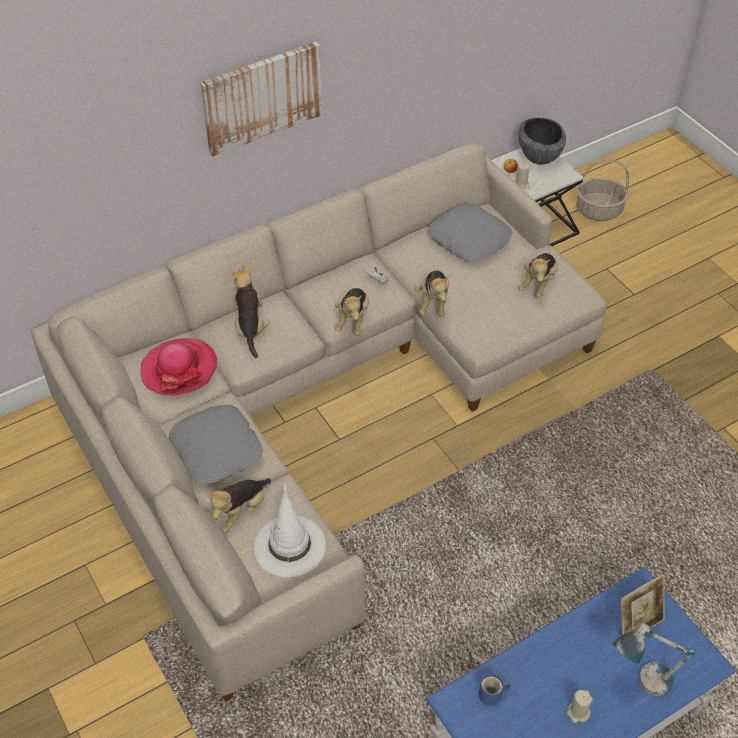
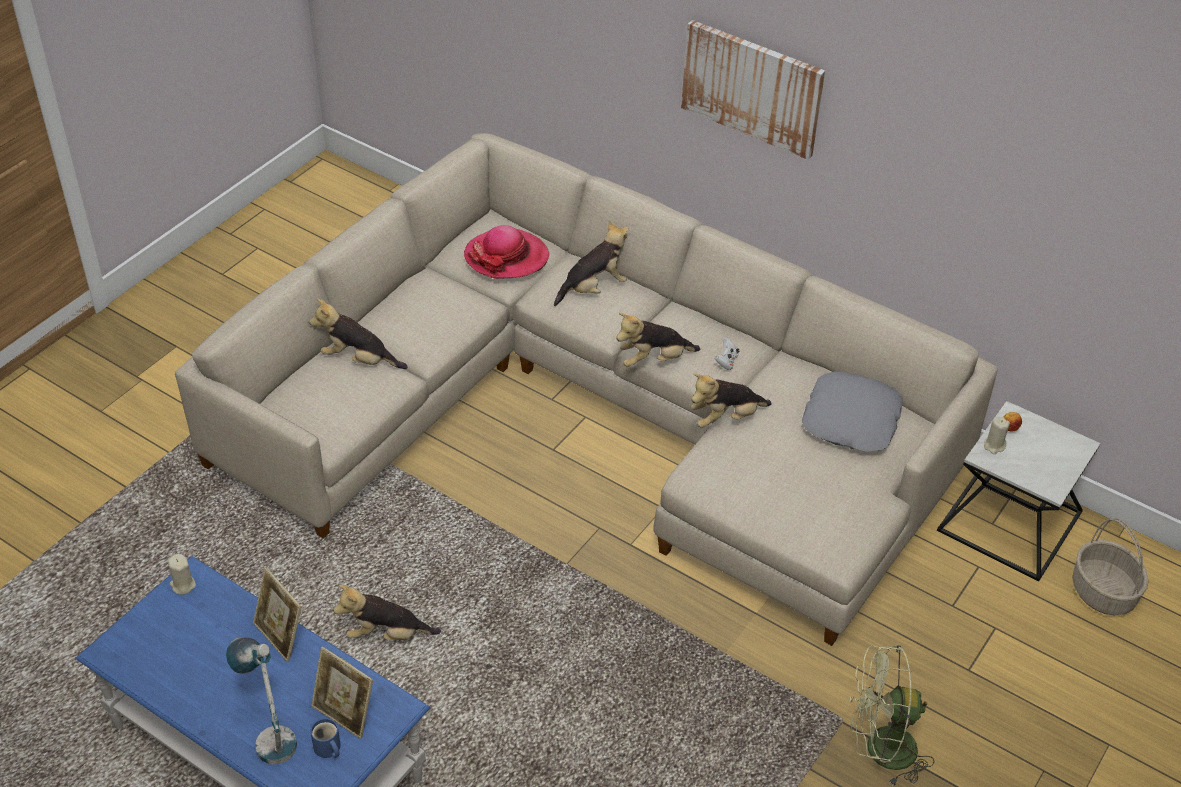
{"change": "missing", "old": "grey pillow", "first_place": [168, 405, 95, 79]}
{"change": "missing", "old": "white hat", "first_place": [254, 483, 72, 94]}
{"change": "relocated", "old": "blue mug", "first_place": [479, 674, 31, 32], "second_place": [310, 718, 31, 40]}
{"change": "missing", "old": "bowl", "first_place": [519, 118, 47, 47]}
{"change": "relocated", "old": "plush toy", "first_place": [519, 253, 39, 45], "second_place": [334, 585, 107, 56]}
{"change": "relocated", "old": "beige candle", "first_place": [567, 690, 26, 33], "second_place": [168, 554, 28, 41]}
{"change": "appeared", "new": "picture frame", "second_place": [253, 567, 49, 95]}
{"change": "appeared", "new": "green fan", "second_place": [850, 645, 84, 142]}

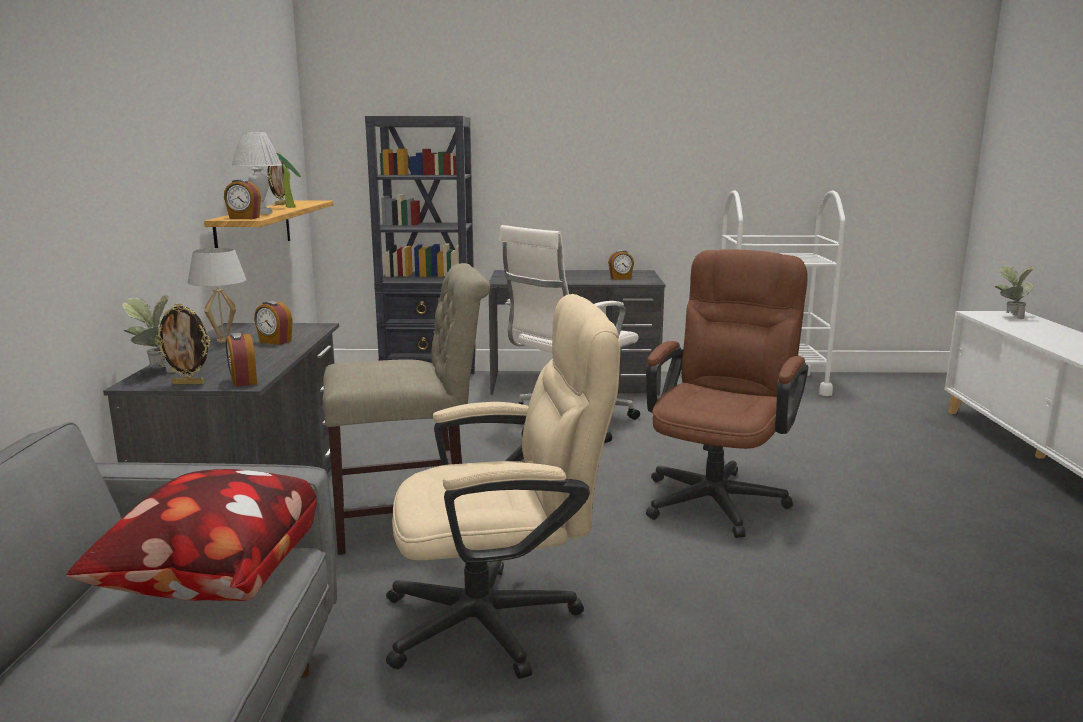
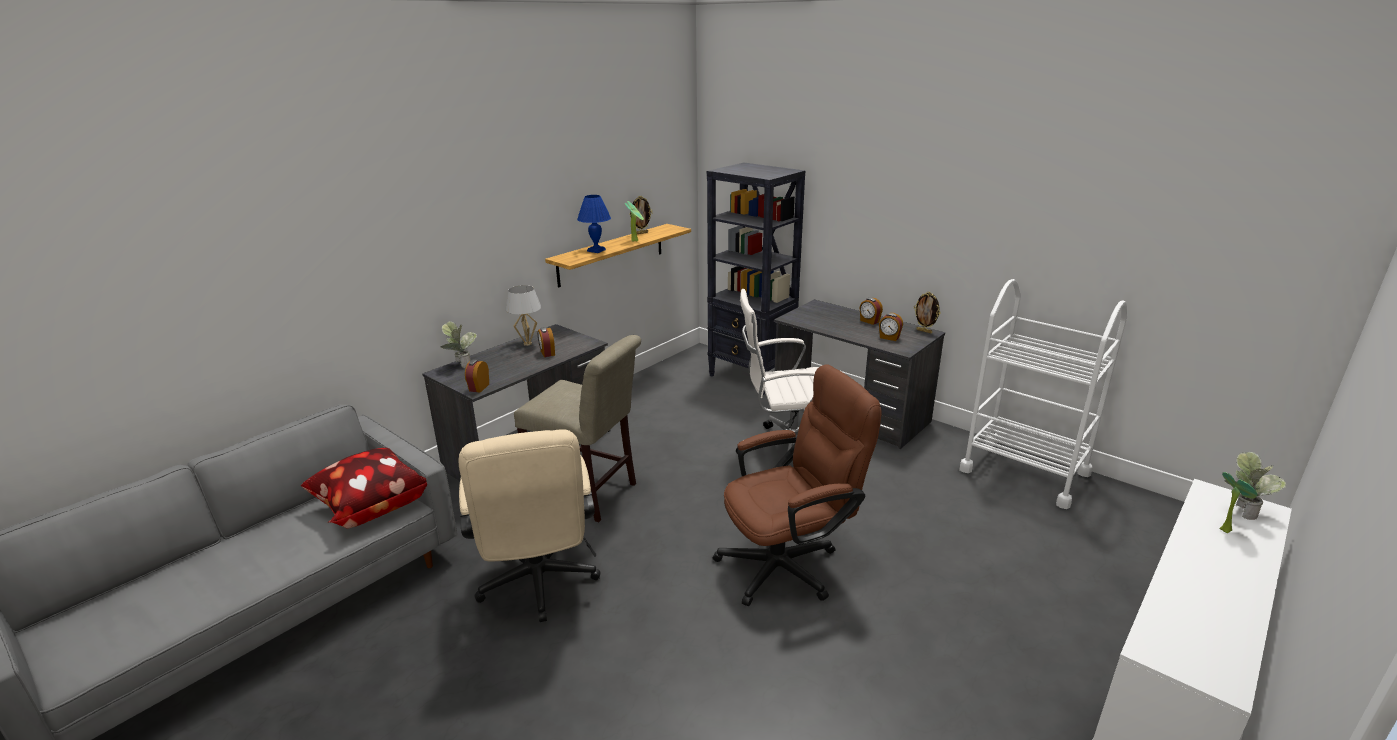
{"change": "relocated", "old": "picture frame", "first_place": [155, 303, 55, 81], "second_place": [914, 292, 26, 41]}
{"change": "relocated", "old": "alarm clock", "first_place": [224, 179, 37, 40], "second_place": [859, 298, 24, 27]}
{"change": "colour", "old": "white table lamp", "new": "blue table lamp", "first_place": [231, 132, 51, 82], "second_place": [577, 195, 34, 58]}
{"change": "spun", "old": "beige office chair", "first_place": [386, 294, 234, 385], "second_place": [459, 429, 142, 193], "degrees": 45}
{"change": "appeared", "new": "potted plant", "second_place": [1219, 472, 39, 61]}

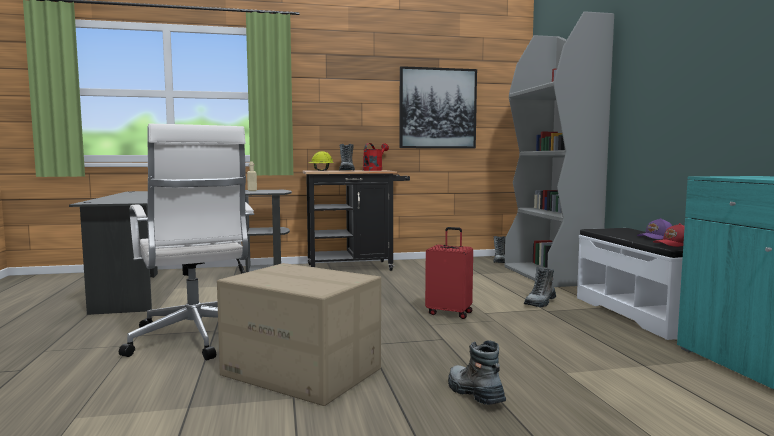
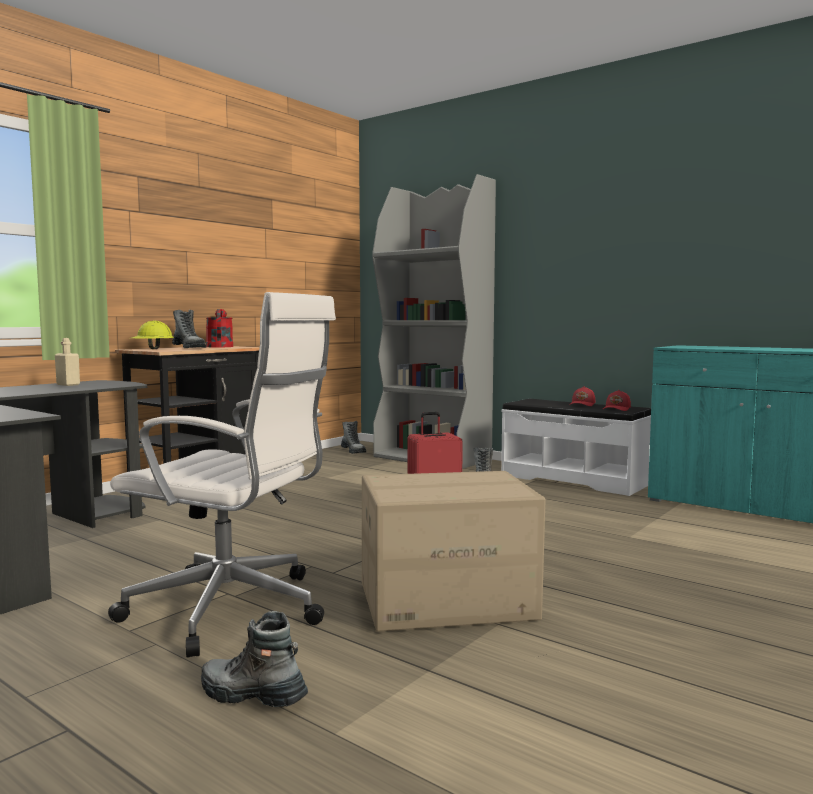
{"change": "missing", "old": "picture", "first_place": [399, 66, 78, 83]}
{"change": "relocated", "old": "boot", "first_place": [448, 340, 58, 65], "second_place": [201, 611, 107, 96]}
{"change": "colour", "old": "purple cap", "new": "red cap", "first_place": [637, 218, 35, 21], "second_place": [569, 386, 26, 20]}

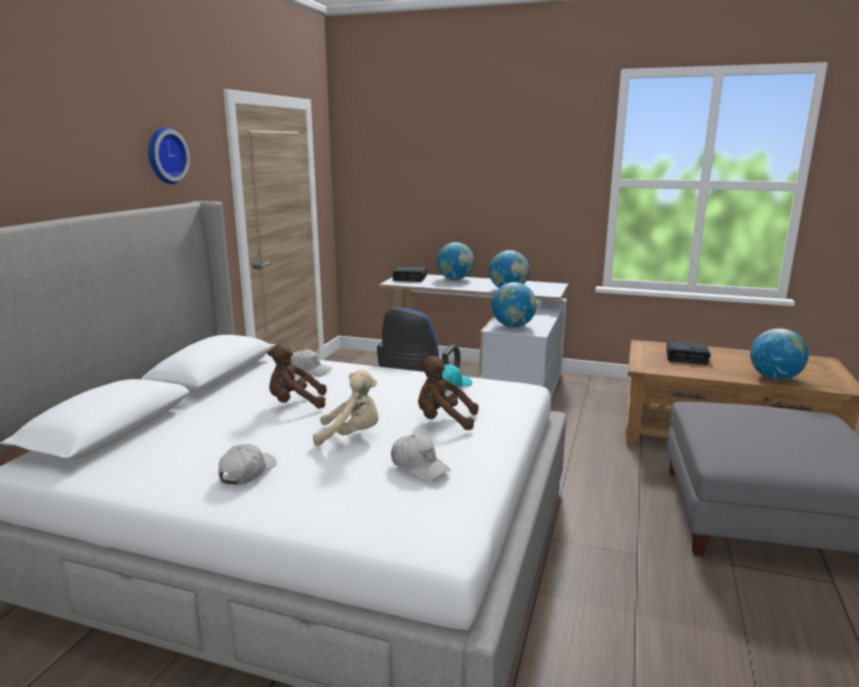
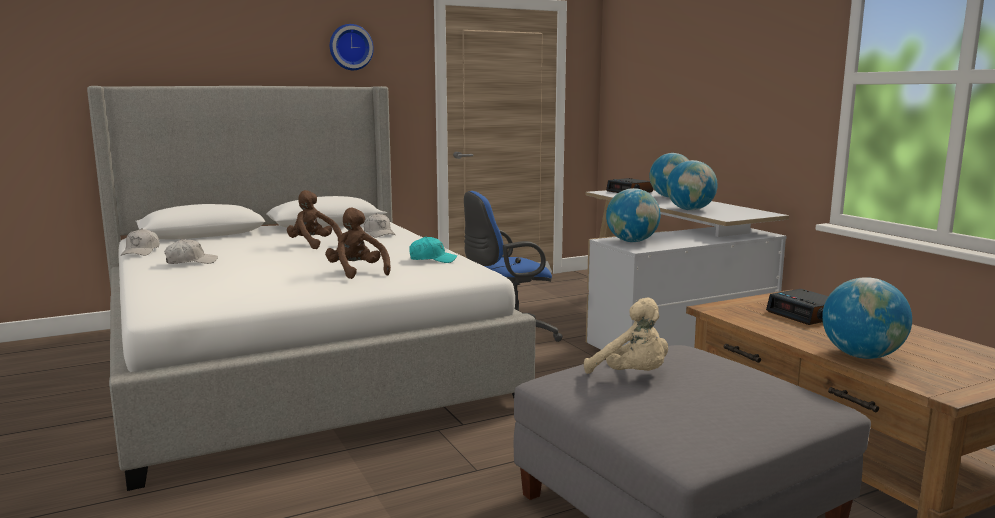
{"change": "relocated", "old": "beige plush toy", "first_place": [313, 369, 66, 77], "second_place": [584, 298, 84, 76]}
{"change": "relocated", "old": "white cap", "first_place": [391, 435, 59, 46], "second_place": [121, 229, 38, 27]}

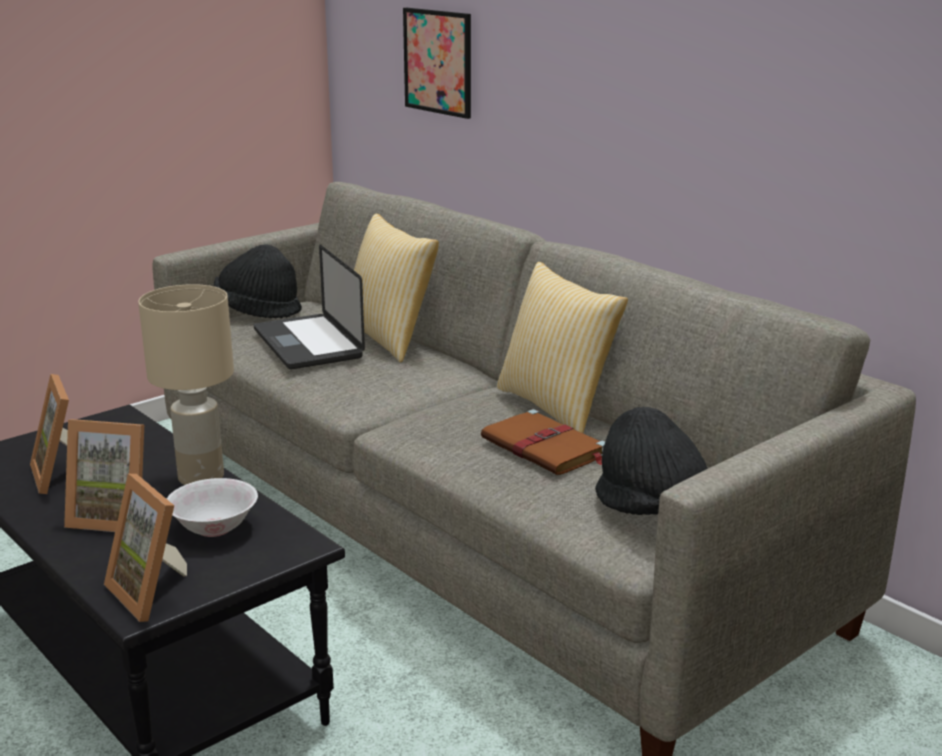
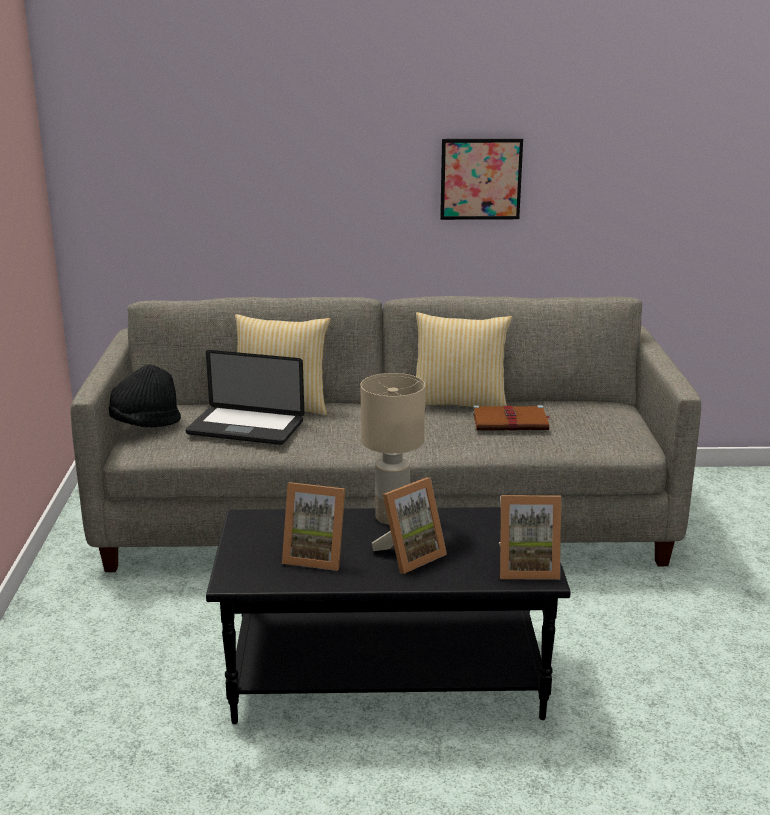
{"change": "missing", "old": "white bowl", "first_place": [167, 478, 91, 59]}
{"change": "relocated", "old": "picture", "first_place": [403, 8, 68, 111], "second_place": [440, 139, 83, 81]}
{"change": "missing", "old": "black hat", "first_place": [595, 407, 113, 108]}

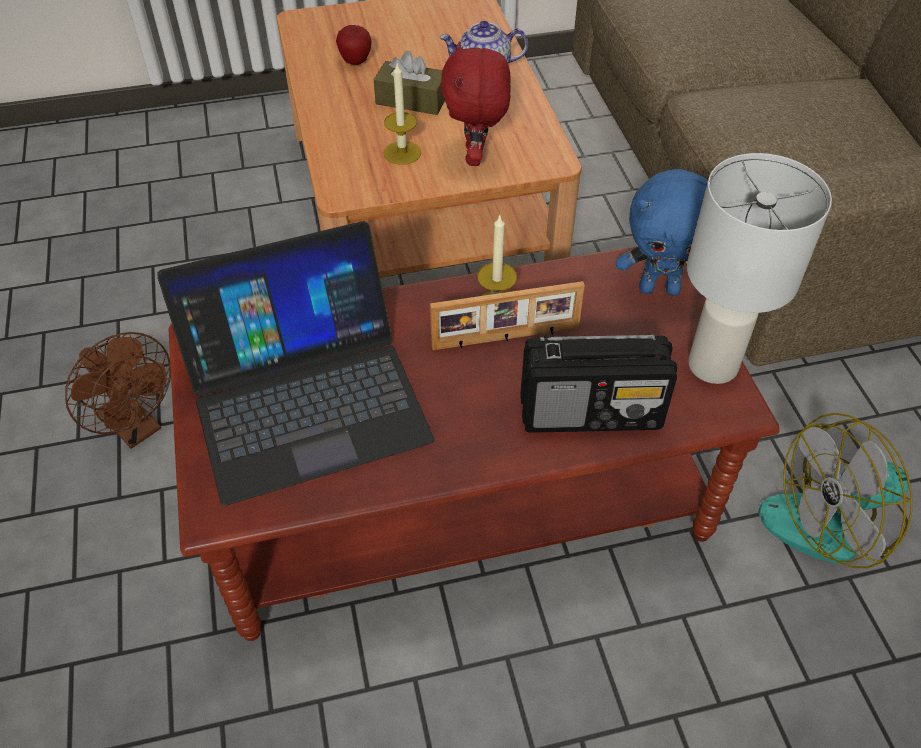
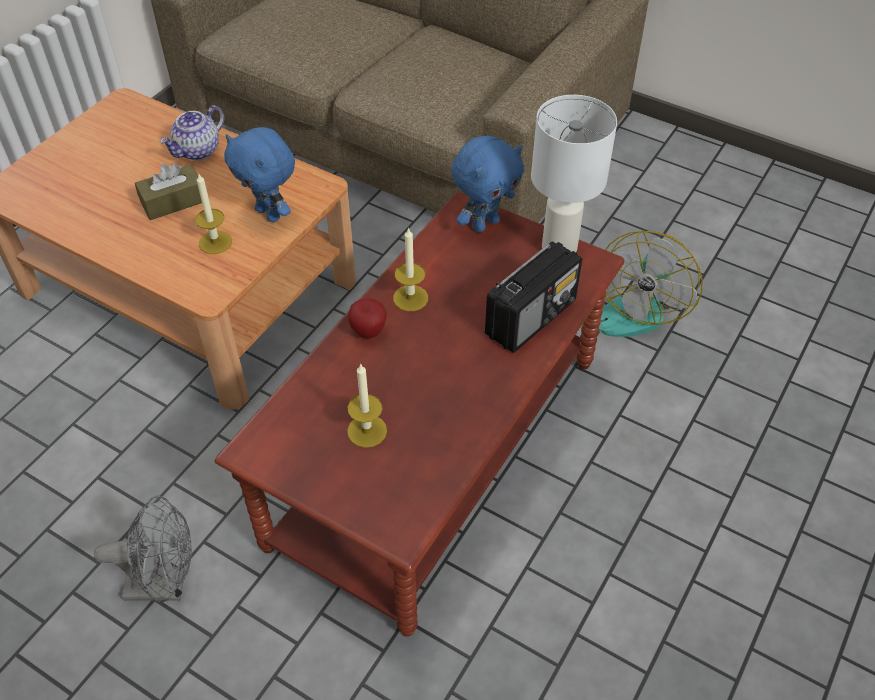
{"change": "colour", "old": "brown fan", "new": "grey fan", "first_place": [65, 332, 106, 117], "second_place": [94, 495, 98, 107]}
{"change": "exchanged", "old": "laptop", "new": "candle", "first_place": [157, 221, 277, 285], "second_place": [347, 363, 40, 85]}
{"change": "relocated", "old": "apple", "first_place": [336, 25, 35, 40], "second_place": [347, 298, 40, 40]}
{"change": "missing", "old": "picture frame", "first_place": [430, 281, 155, 69]}
{"change": "colour", "old": "red plush toy", "new": "blue plush toy", "first_place": [441, 41, 70, 125], "second_place": [224, 127, 71, 95]}

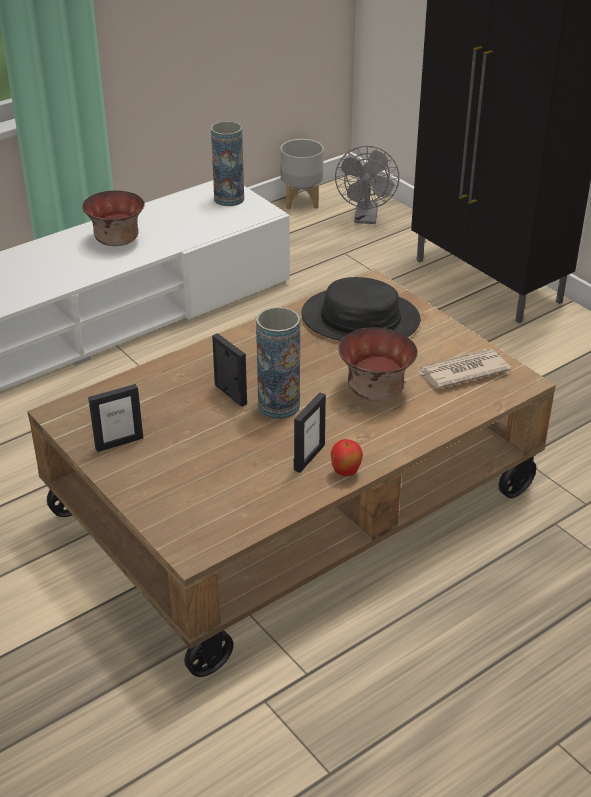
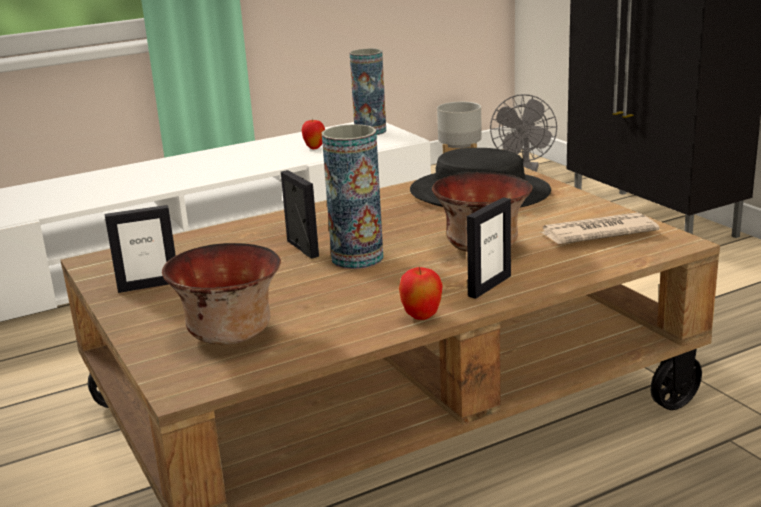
{"change": "relocated", "old": "bowl", "first_place": [82, 190, 63, 56], "second_place": [162, 243, 119, 101]}
{"change": "relocated", "old": "picture frame", "first_place": [294, 392, 32, 81], "second_place": [467, 197, 44, 102]}
{"change": "appeared", "new": "apple", "second_place": [302, 119, 23, 30]}

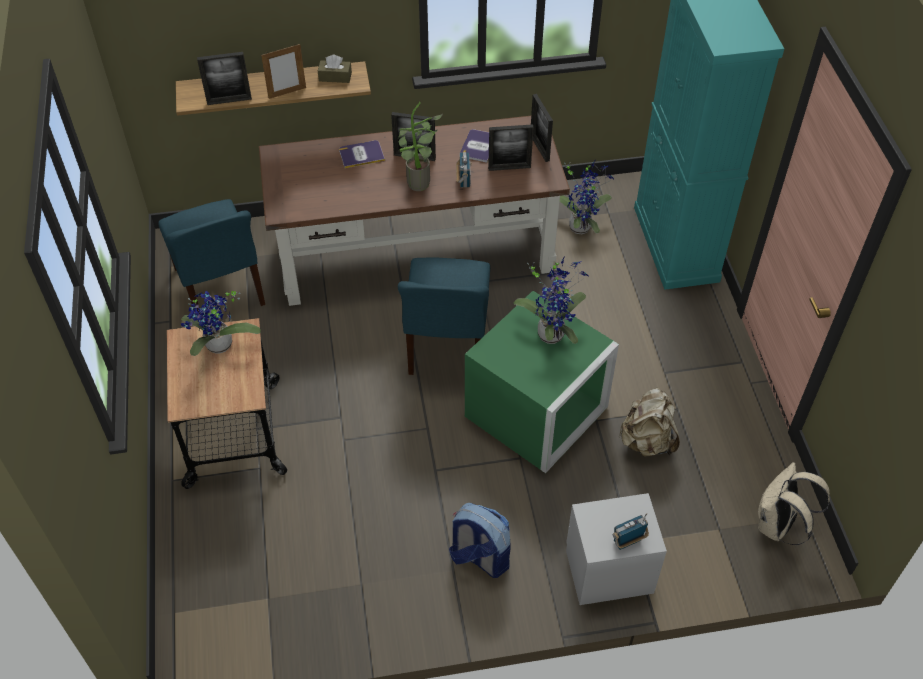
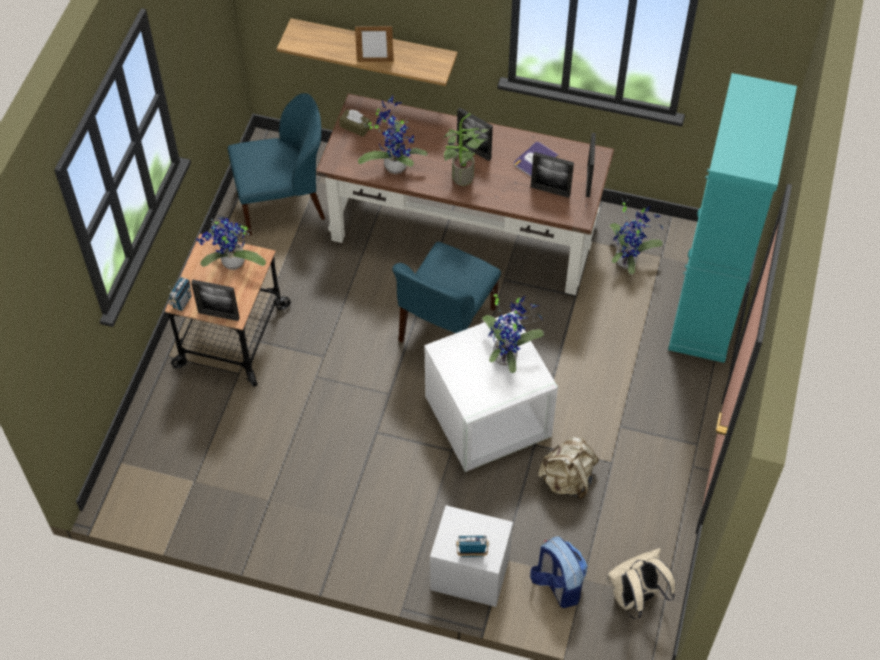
{"change": "spun", "old": "blue chair", "first_place": [158, 199, 107, 115], "second_place": [228, 93, 97, 143], "degrees": -105}
{"change": "relocated", "old": "picture frame", "first_place": [197, 52, 55, 53], "second_place": [191, 279, 49, 42]}
{"change": "relocated", "old": "brown tissue box", "first_place": [318, 55, 34, 28], "second_place": [339, 109, 32, 28]}
{"change": "missing", "old": "book", "first_place": [339, 140, 46, 28]}
{"change": "relocated", "old": "backpack", "first_place": [449, 503, 62, 75], "second_place": [530, 536, 58, 72]}
{"change": "relocated", "old": "radio", "first_place": [456, 152, 16, 36], "second_place": [168, 277, 23, 34]}
{"change": "colour", "old": "green storage box", "new": "white storage box", "first_place": [465, 291, 154, 182], "second_place": [425, 311, 133, 161]}
{"change": "appeared", "new": "potted plant", "second_place": [358, 95, 70, 79]}

